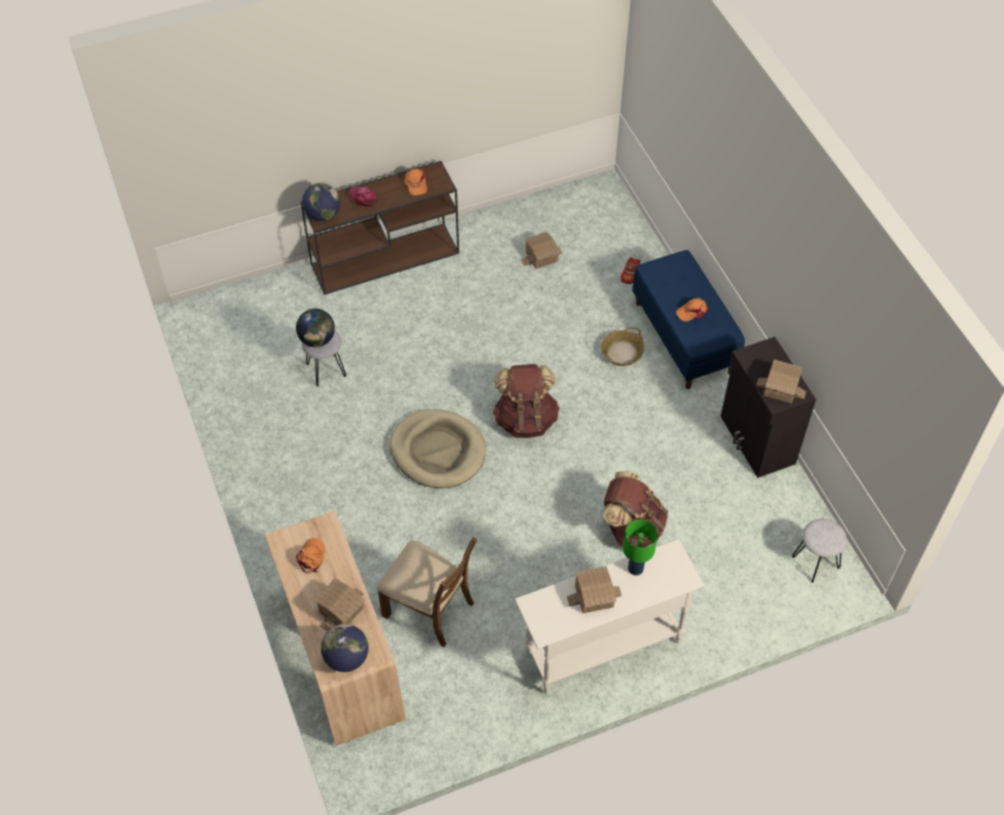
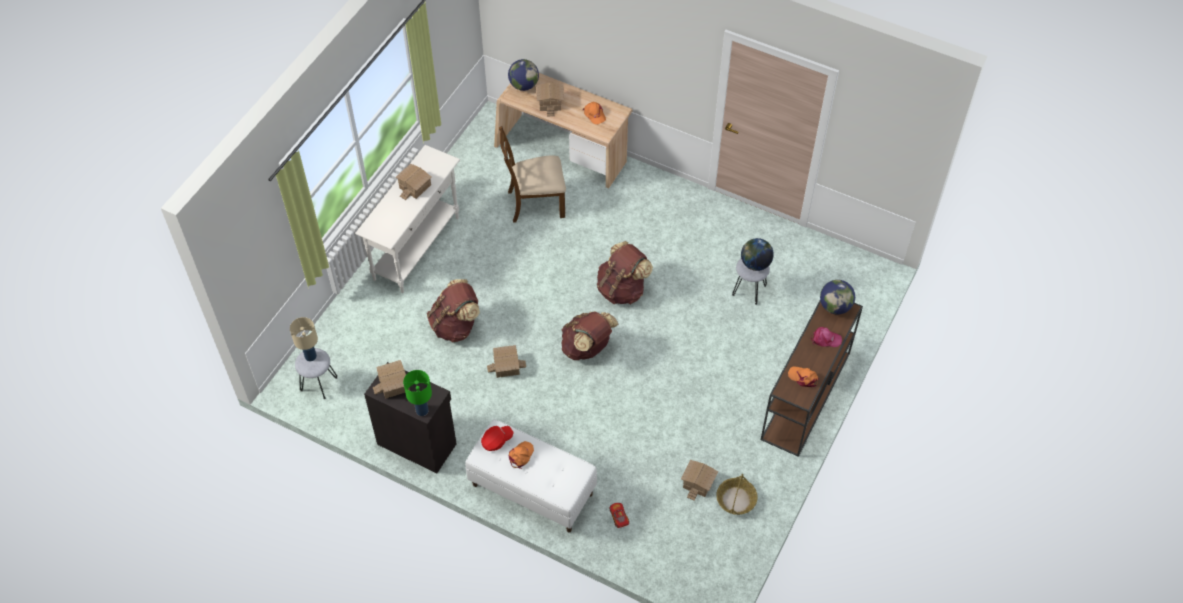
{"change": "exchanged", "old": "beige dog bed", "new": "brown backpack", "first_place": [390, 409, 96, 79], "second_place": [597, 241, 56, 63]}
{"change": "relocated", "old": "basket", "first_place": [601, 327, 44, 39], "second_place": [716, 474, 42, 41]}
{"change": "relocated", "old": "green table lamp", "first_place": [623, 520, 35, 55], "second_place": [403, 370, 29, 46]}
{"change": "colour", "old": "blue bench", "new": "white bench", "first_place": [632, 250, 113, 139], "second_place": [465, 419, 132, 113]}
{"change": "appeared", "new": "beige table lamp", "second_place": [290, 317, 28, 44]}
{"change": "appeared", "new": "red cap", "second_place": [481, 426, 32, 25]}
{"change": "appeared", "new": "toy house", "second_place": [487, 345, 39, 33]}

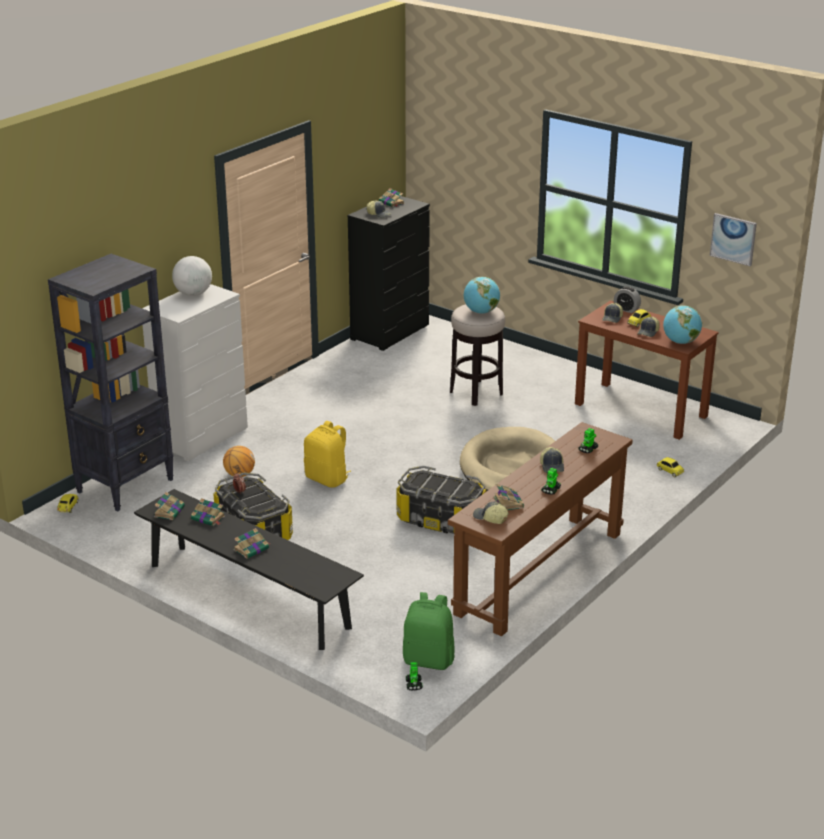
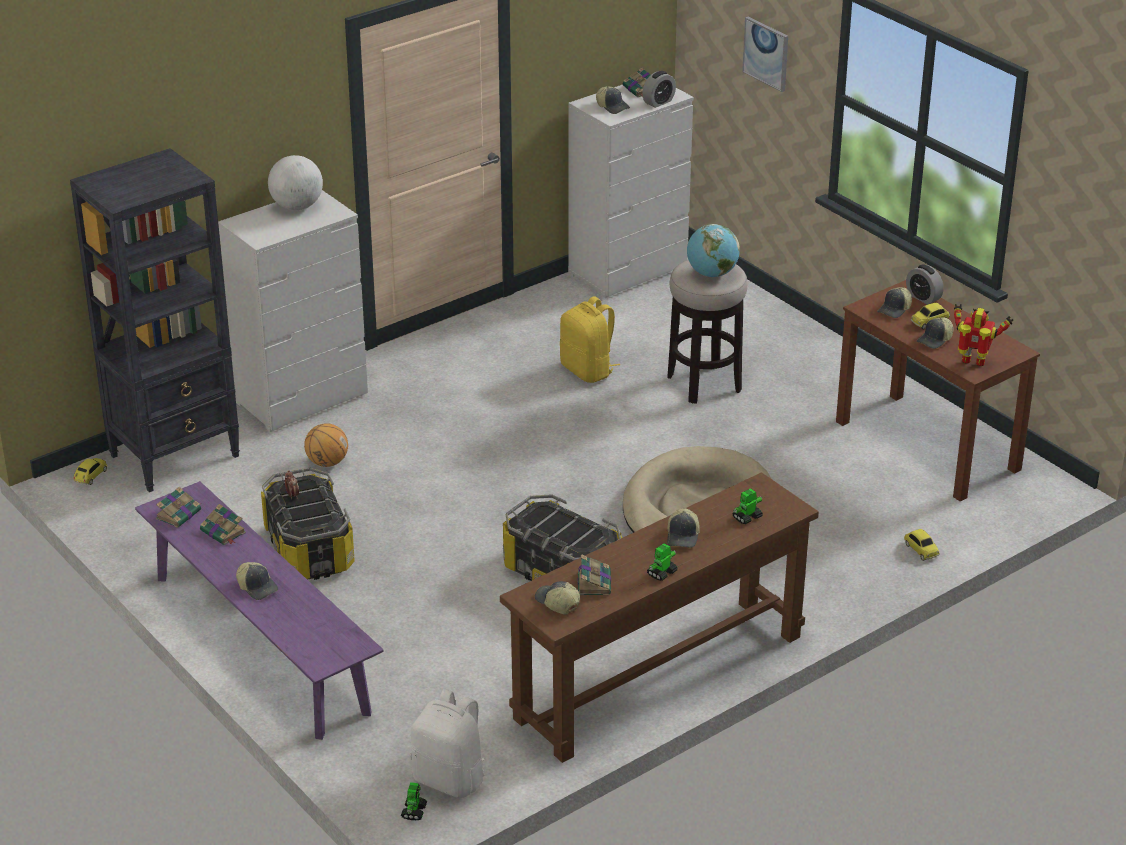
{"change": "colour", "old": "black bench", "new": "purple bench", "first_place": [134, 489, 230, 161], "second_place": [135, 481, 249, 259]}
{"change": "exchanged", "old": "book", "new": "cap", "first_place": [234, 528, 35, 31], "second_place": [236, 562, 42, 38]}
{"change": "relocated", "old": "yellow backpack", "first_place": [304, 421, 47, 67], "second_place": [560, 297, 60, 86]}
{"change": "colour", "old": "black dresser", "new": "white dresser", "first_place": [348, 196, 82, 155], "second_place": [568, 85, 126, 213]}
{"change": "colour", "old": "green backpack", "new": "white backpack", "first_place": [403, 592, 52, 78], "second_place": [411, 689, 74, 109]}
{"change": "exchanged", "old": "globe", "new": "toy robot", "first_place": [663, 305, 39, 39], "second_place": [954, 304, 59, 62]}
{"change": "relocated", "old": "picture", "first_place": [710, 213, 47, 53], "second_place": [742, 17, 46, 75]}
{"change": "appeared", "new": "alarm clock", "second_place": [642, 71, 34, 37]}

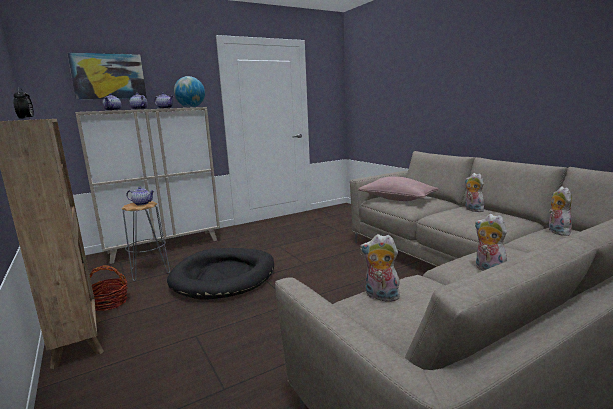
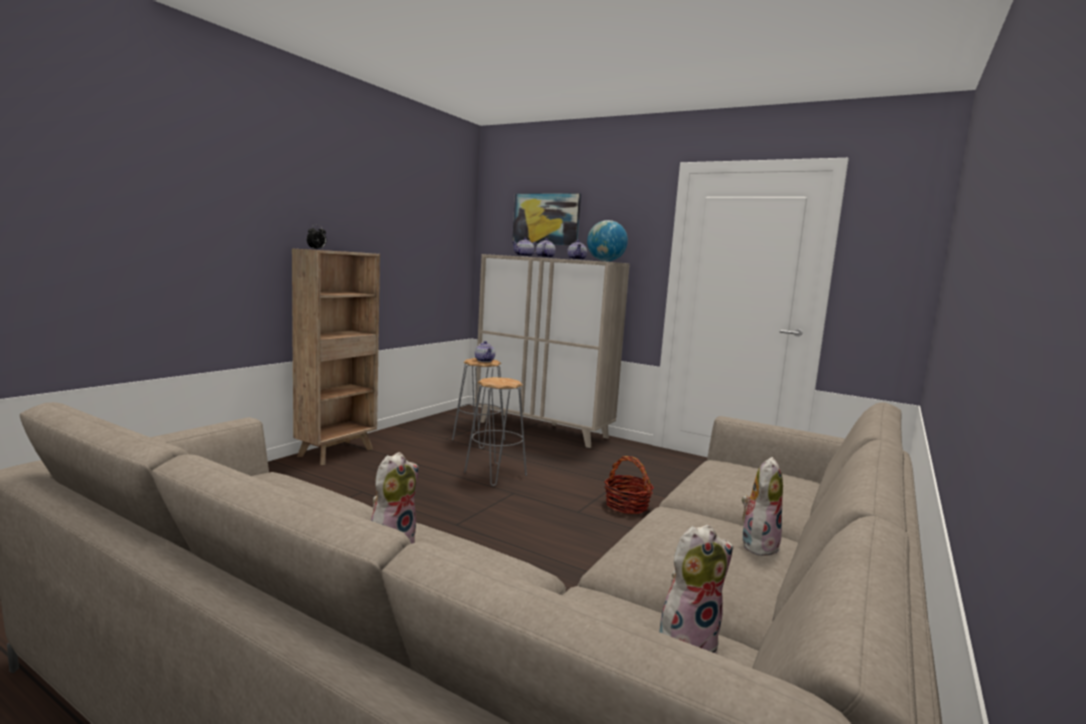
{"change": "relocated", "old": "basket", "first_place": [89, 265, 39, 46], "second_place": [604, 456, 50, 58]}
{"change": "exchanged", "old": "black dog bed", "new": "grey stool", "first_place": [167, 248, 107, 52], "second_place": [464, 377, 63, 109]}
{"change": "missing", "old": "pink pillow", "first_place": [358, 177, 81, 24]}
{"change": "missing", "old": "plush toy", "first_place": [360, 234, 40, 68]}

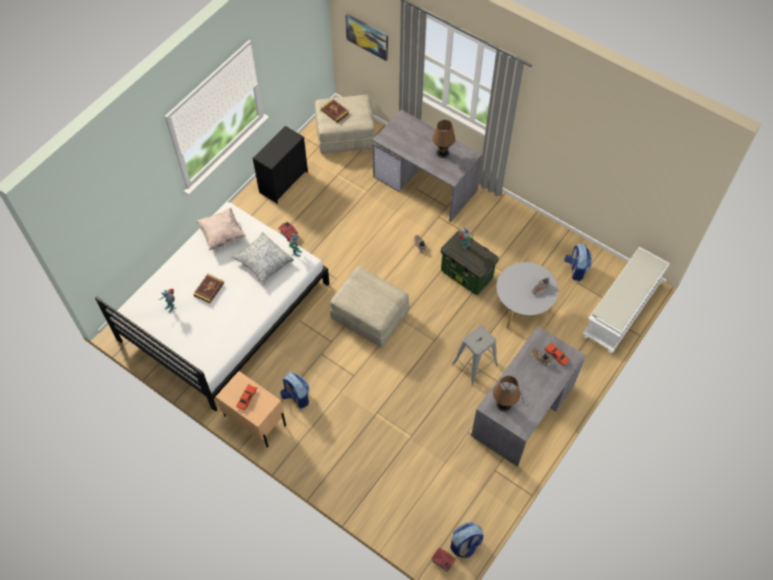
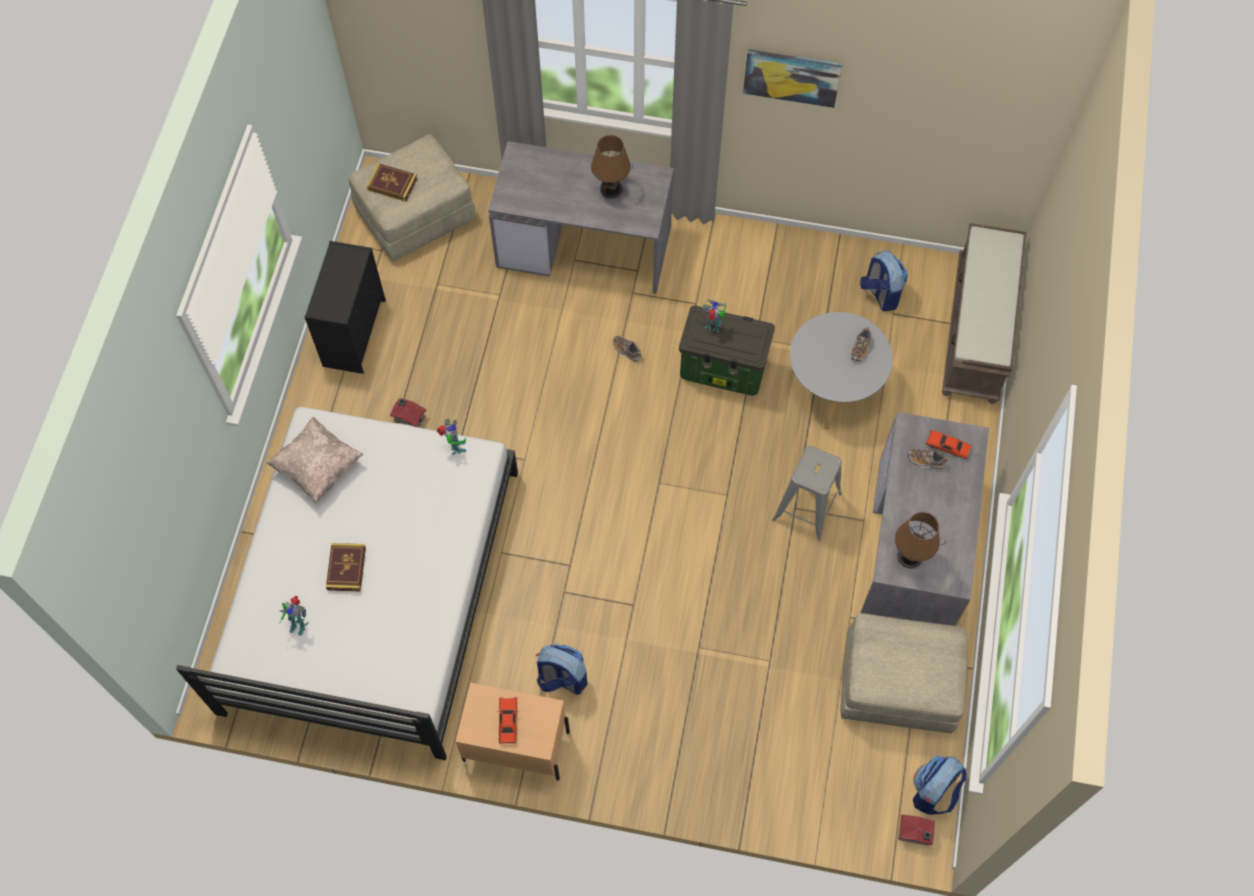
{"change": "missing", "old": "pillow", "first_place": [232, 232, 62, 53]}
{"change": "relocated", "old": "beige ottoman", "first_place": [330, 266, 80, 82], "second_place": [840, 613, 128, 120]}
{"change": "relocated", "old": "picture", "first_place": [345, 14, 43, 47], "second_place": [743, 49, 99, 59]}
{"change": "colour", "old": "white bench", "new": "brown bench", "first_place": [583, 247, 87, 106], "second_place": [942, 223, 85, 181]}

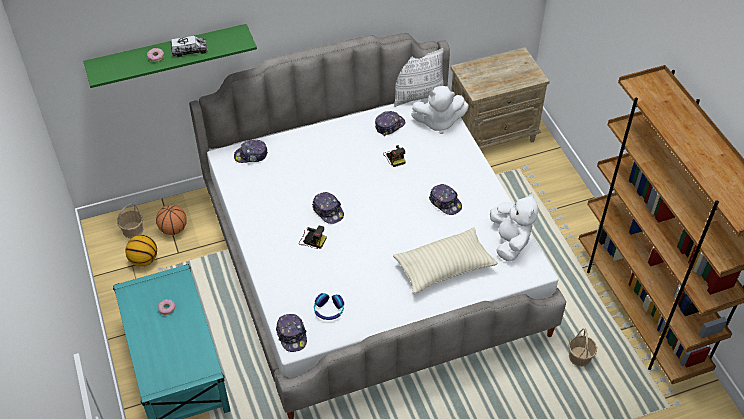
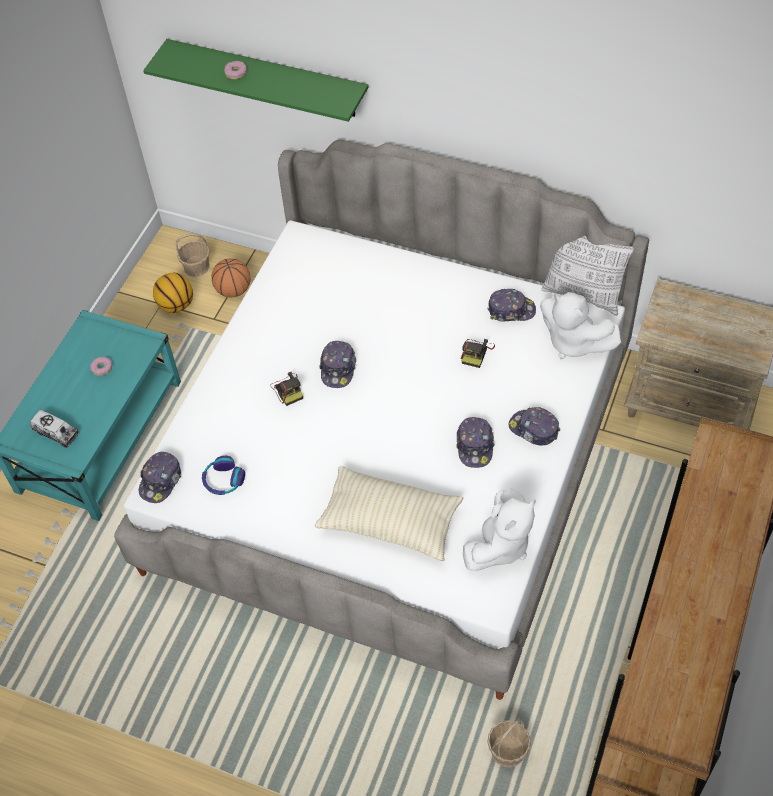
{"change": "relocated", "old": "toy truck", "first_place": [171, 36, 37, 21], "second_place": [30, 410, 49, 38]}
{"change": "relocated", "old": "cap", "first_place": [234, 140, 34, 23], "second_place": [509, 407, 51, 38]}

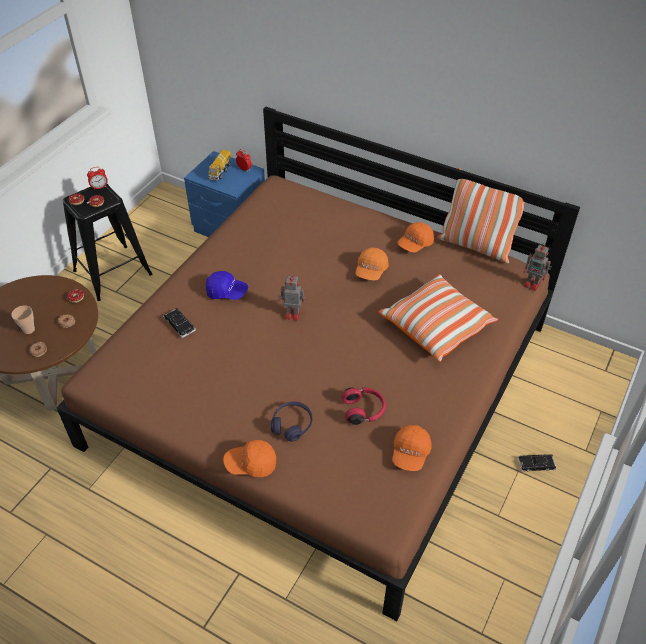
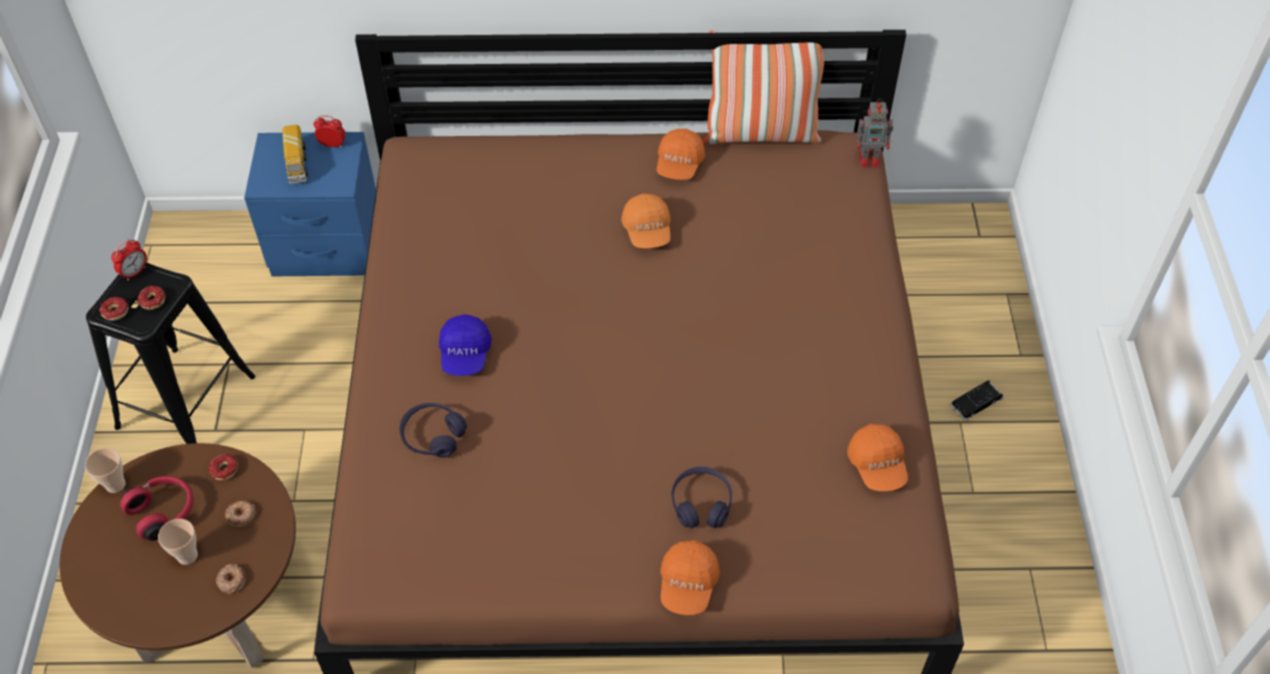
{"change": "exchanged", "old": "black toy car", "new": "purple headphones", "first_place": [163, 308, 33, 30], "second_place": [400, 403, 67, 55]}
{"change": "spun", "old": "blue cap", "first_place": [206, 271, 42, 29], "second_place": [439, 314, 53, 62], "degrees": 105}
{"change": "spun", "old": "orange cap", "first_place": [223, 440, 53, 37], "second_place": [660, 540, 60, 75], "degrees": -45}
{"change": "missing", "old": "toy robot", "first_place": [278, 274, 27, 47]}
{"change": "relocated", "old": "red headphones", "first_place": [342, 387, 44, 38], "second_place": [120, 476, 73, 65]}
{"change": "missing", "old": "pillow", "first_place": [378, 274, 120, 88]}
{"change": "appeared", "new": "cup", "second_place": [85, 448, 40, 45]}

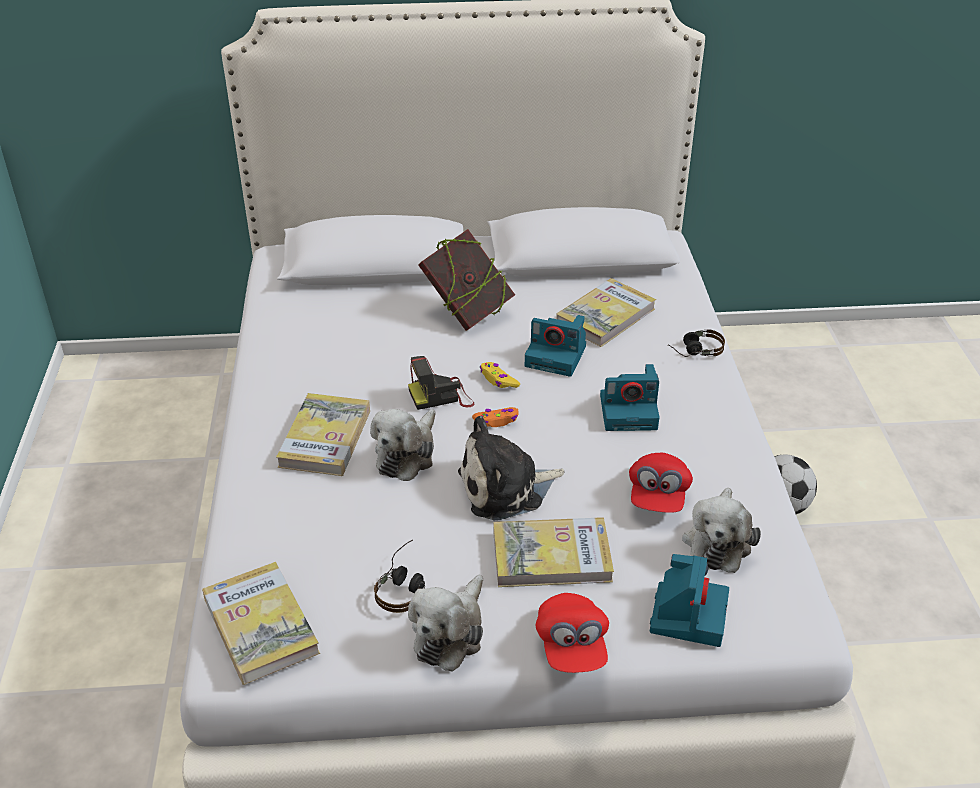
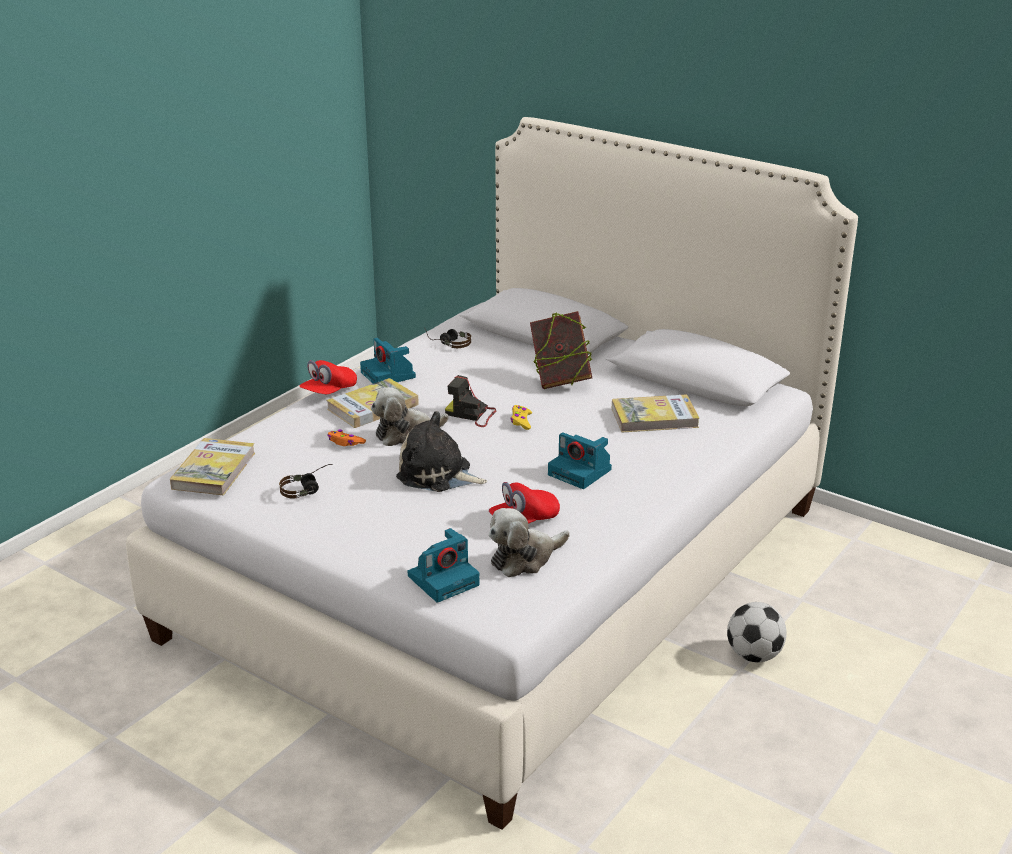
{"change": "missing", "old": "plush toy", "first_place": [408, 574, 75, 98]}
{"change": "relocated", "old": "orange game controller", "first_place": [472, 407, 47, 20], "second_place": [327, 430, 39, 16]}
{"change": "missing", "old": "book", "first_place": [494, 517, 120, 70]}
{"change": "relocated", "old": "photo camera", "first_place": [525, 315, 61, 62], "second_place": [360, 338, 56, 46]}
{"change": "relocated", "old": "red cap", "first_place": [536, 593, 73, 80], "second_place": [300, 360, 57, 34]}
{"change": "relocated", "old": "headphones", "first_place": [668, 329, 57, 28], "second_place": [425, 329, 46, 19]}

